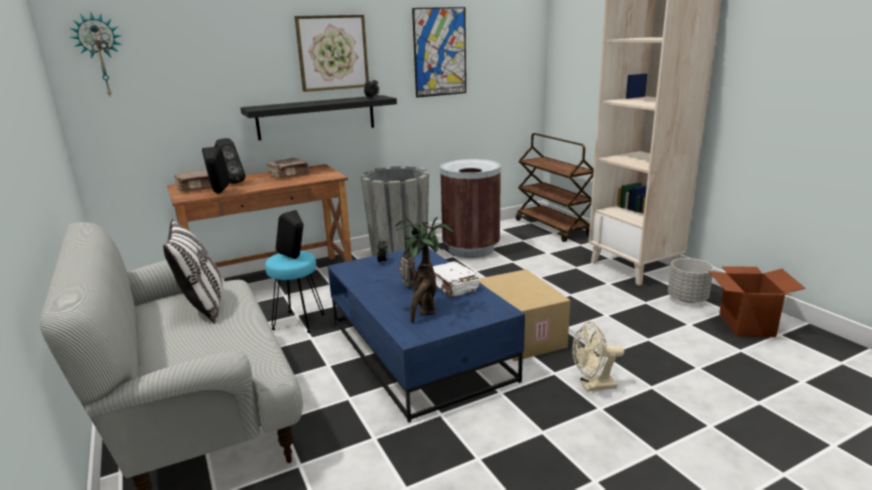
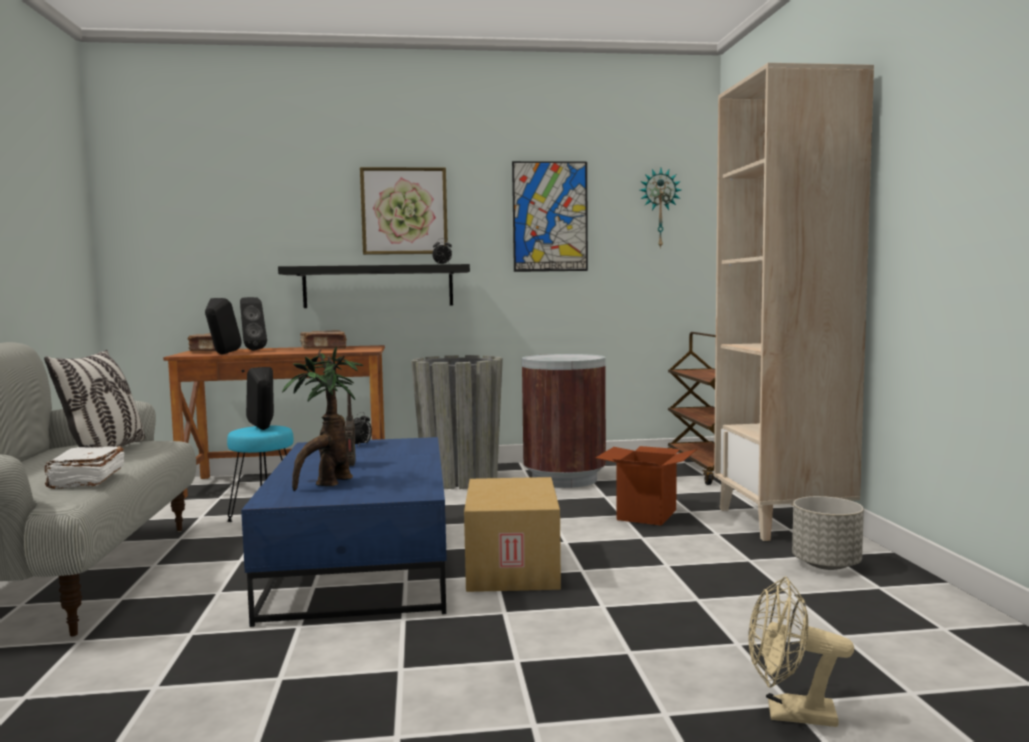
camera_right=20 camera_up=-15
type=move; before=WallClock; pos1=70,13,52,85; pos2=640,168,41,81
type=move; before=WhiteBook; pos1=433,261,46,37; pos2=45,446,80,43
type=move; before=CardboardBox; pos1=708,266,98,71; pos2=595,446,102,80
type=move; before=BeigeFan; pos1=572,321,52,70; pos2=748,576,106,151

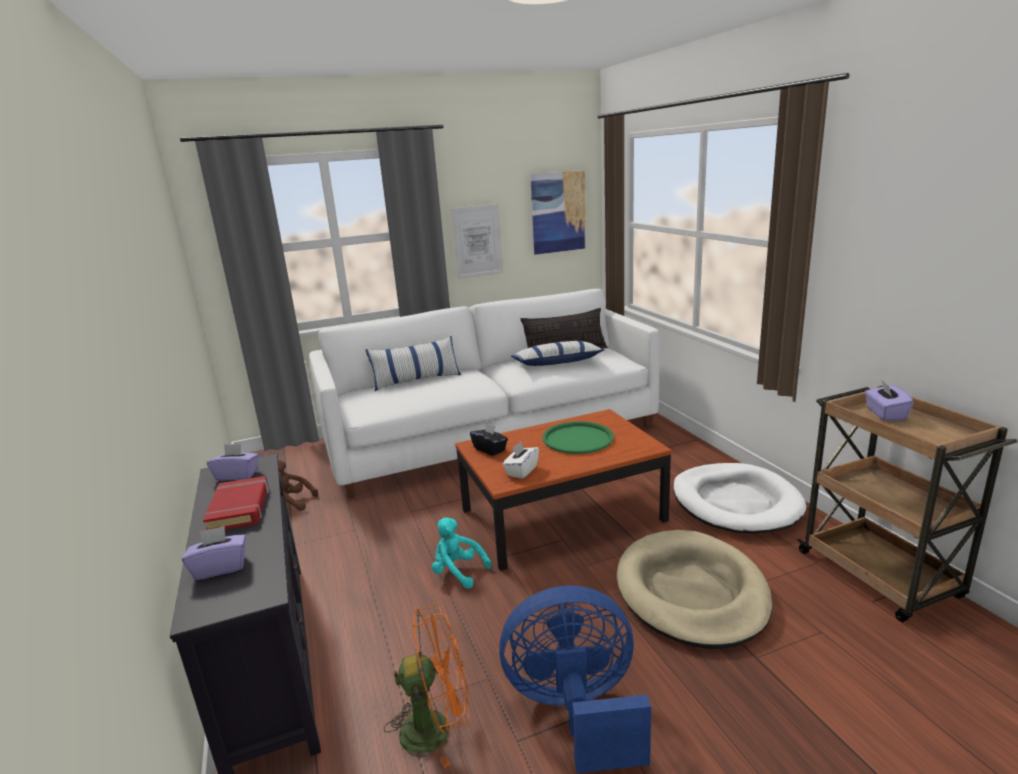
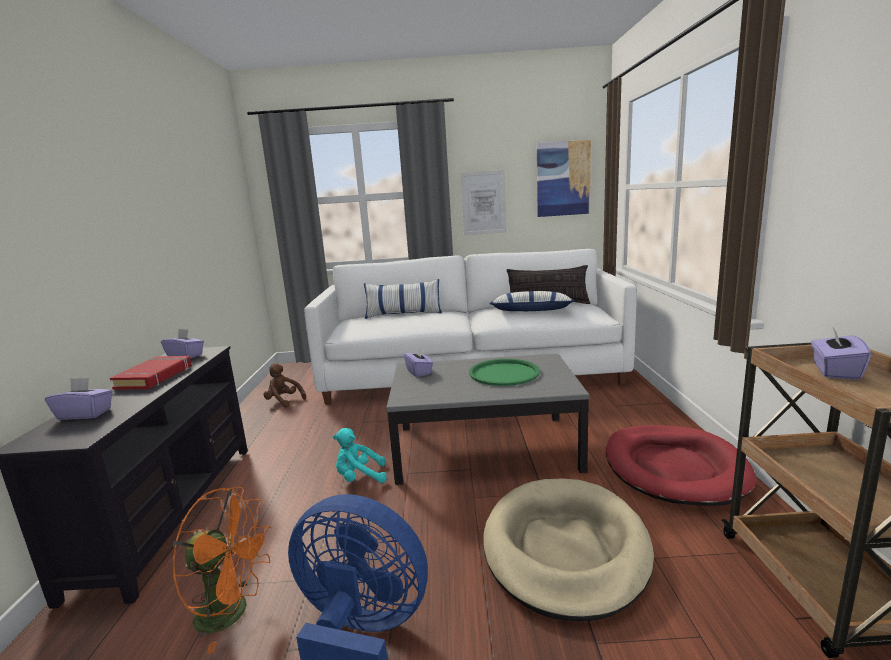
camera_right=20 camera_up=-5
type=recolor; before=BrownCoffeeTable; after=GreyCoffeeTable; pos1=455,409,217,162; pos2=386,353,203,132
type=recolor; before=BlackTissueBox; after=PurpleTissueBox; pos1=470,422,38,34; pos2=404,347,29,30
type=delete; before=WhiteTissueBox; pos1=503,442,36,37
type=recolor; before=WhiteDogBed; after=RedDogBed; pos1=673,463,134,71; pos2=606,425,151,81
type=rotate; before=TurquoisePlushToy; pos1=432,517,59,72; pos2=333,428,54,55; turn=-60

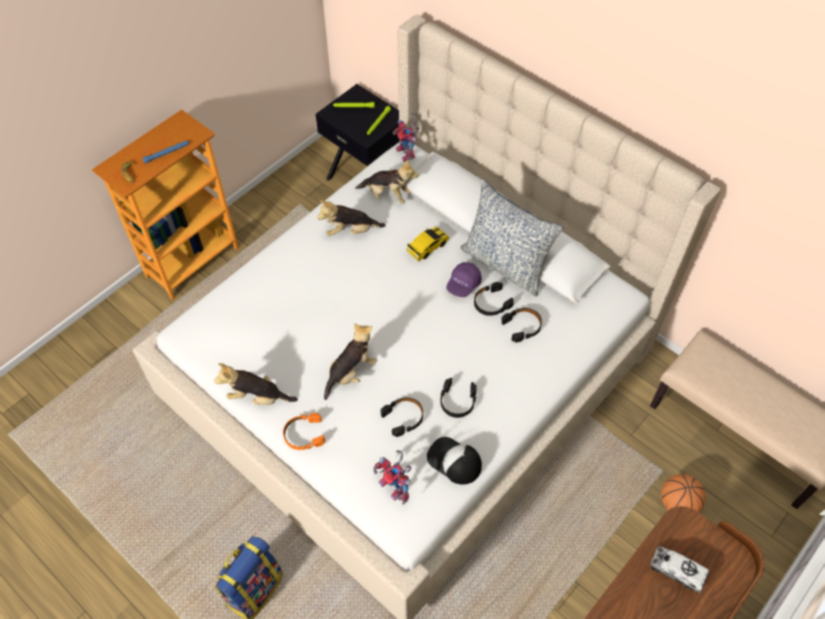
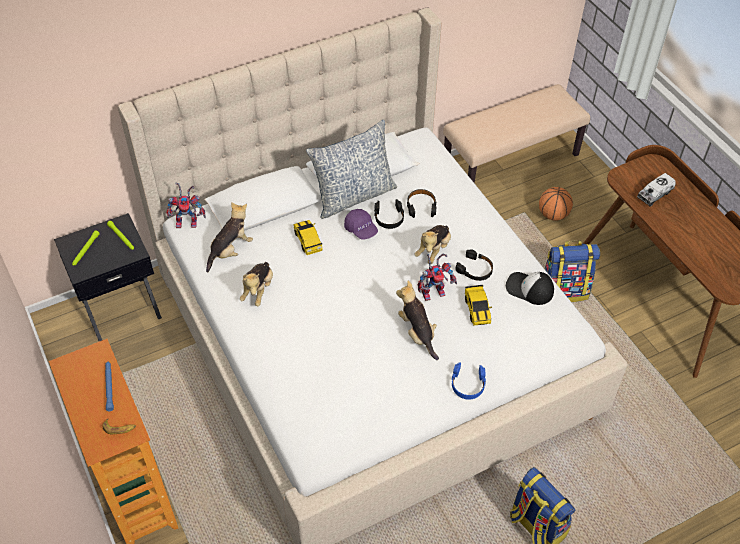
camera_right=-70 camera_up=-5
type=move; before=PlushToy; pos1=214,363,84,42; pos2=414,225,37,40
type=replace; before=BlackHeadphones; after=ToyCar; pos1=381,397,42,40; pos2=465,285,27,40
type=recolor; before=OrangeHeadphones; after=BlueHeadphones; pos1=283,413,42,37; pos2=451,362,35,38
type=rotate; before=Cap; pos1=427,437,55,48; pos2=506,272,48,33; turn=60
type=move; before=ToyRobot; pos1=374,450,38,55; pos2=418,253,39,48
type=insert; after=Backpack; pos2=544,241,56,61

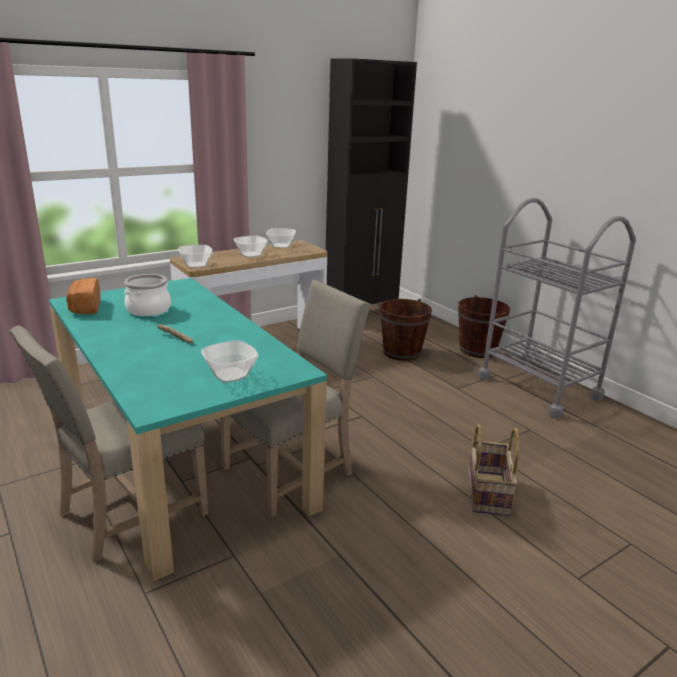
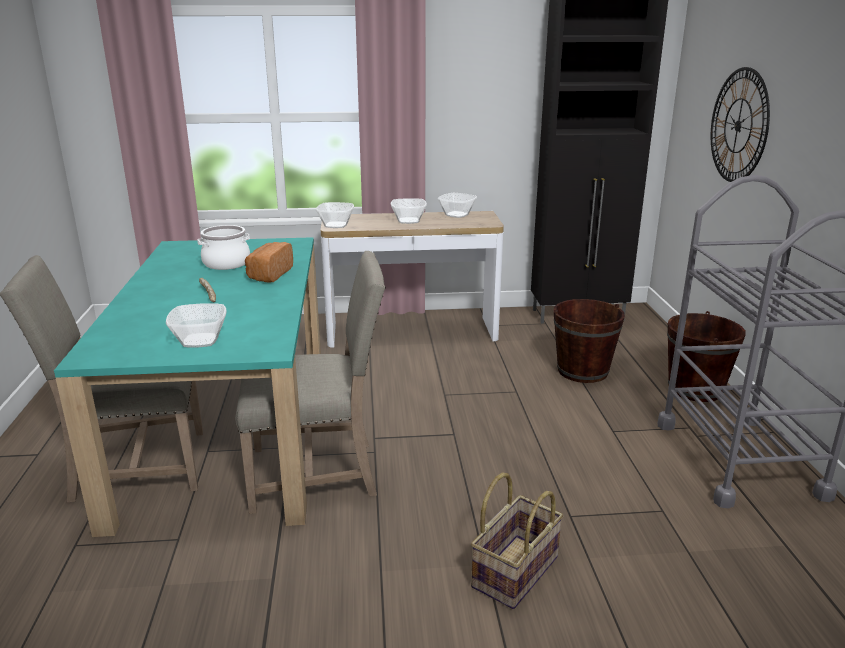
camera_right=30 camera_up=0
type=move; before=Bread; pos1=66,278,35,36; pos2=245,242,48,41
type=insert; after=WallClock; pos2=711,67,59,115

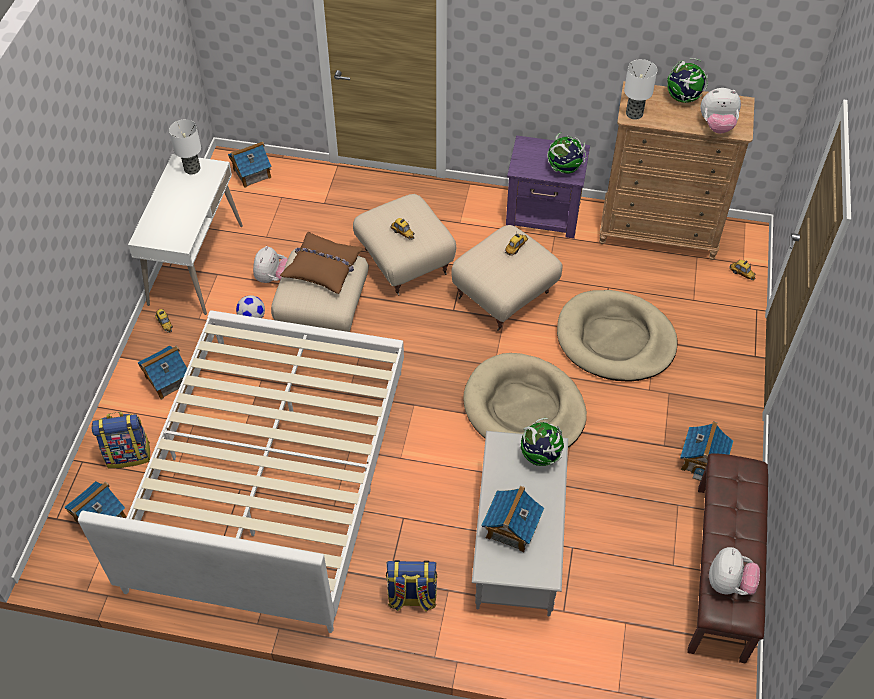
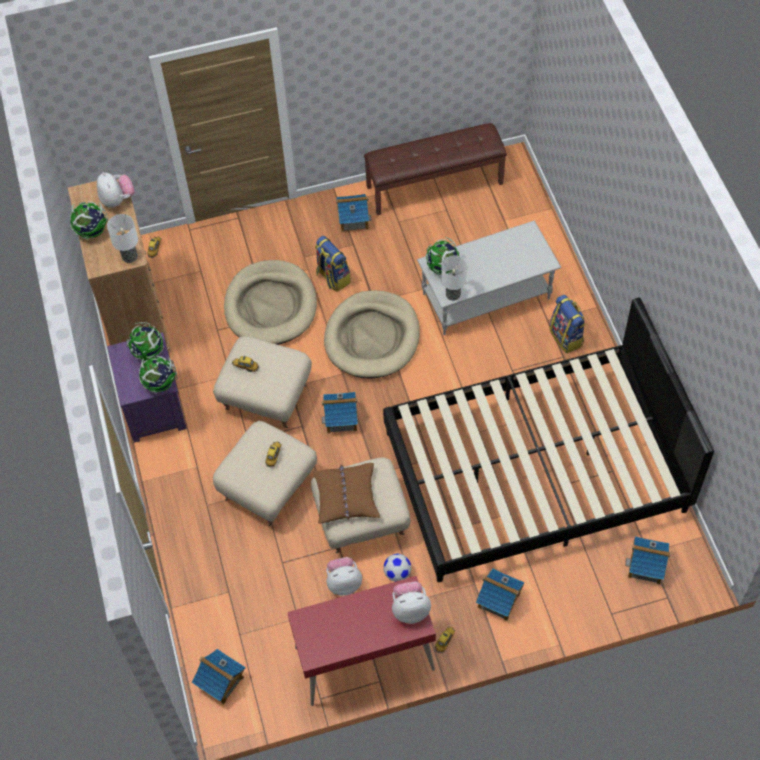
camera_right=-115 camera_up=5
type=move; before=TableLamp; pos1=169,119,32,56; pos2=441,256,26,45
type=recolor; before=WhiteDesk; after=RedDesk; pos1=128,154,115,161; pos2=287,576,149,130
type=recolor; before=WhiteBed; after=BlackBed; pos1=78,310,326,323; pos2=383,297,331,285
type=move; before=Backpack; pos1=92,412,58,56; pos2=315,236,36,56
type=move; before=ToyHouse; pos1=481,486,63,66; pos2=322,392,36,41
type=move; before=PlushToy; pos1=709,547,51,48; pos2=392,582,39,42
type=insert; after=Globe; pos2=139,356,38,37

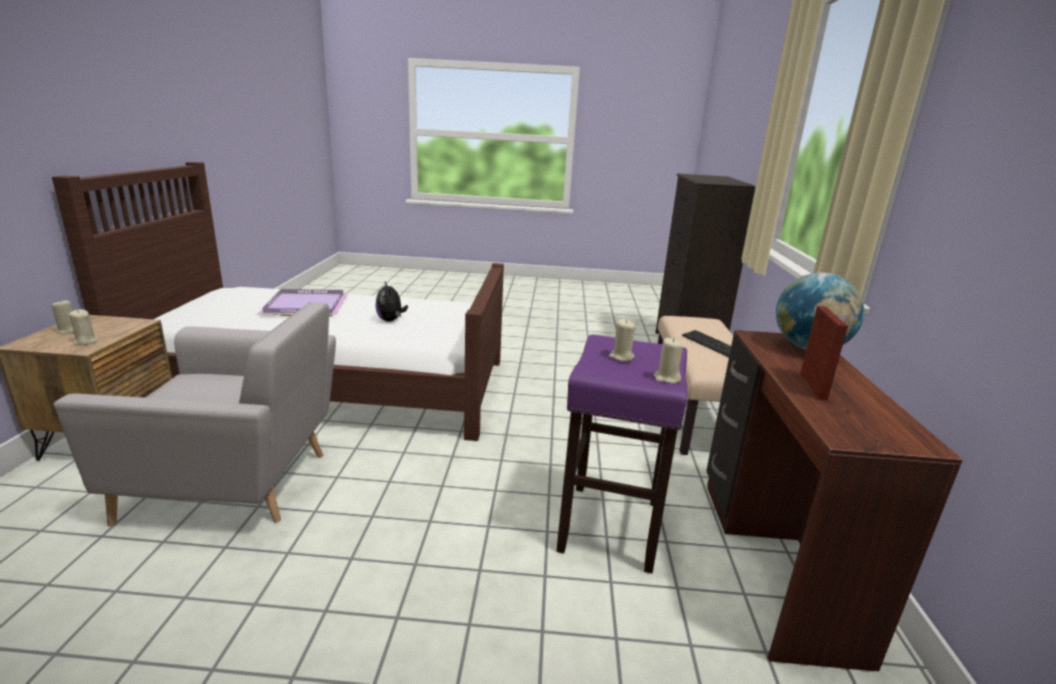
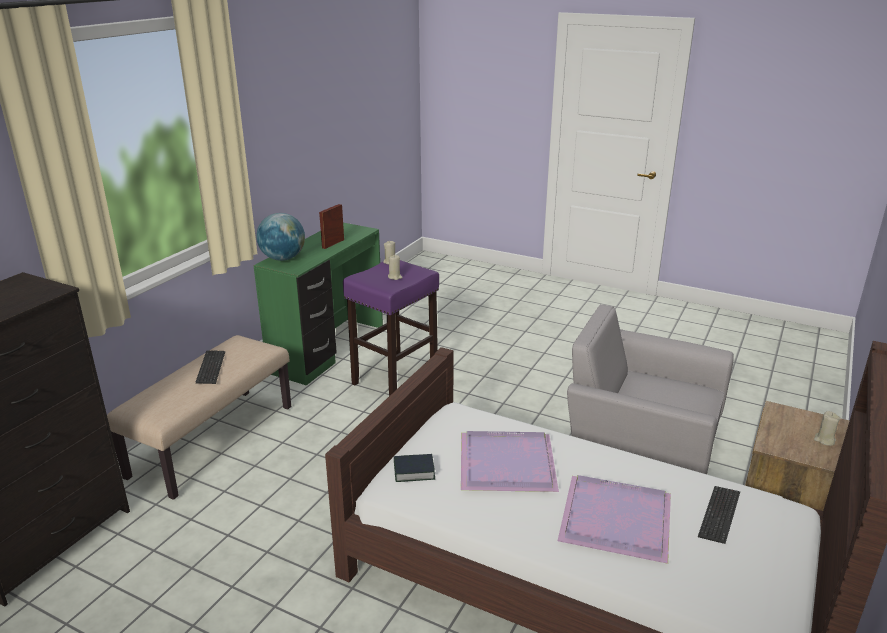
camera_right=-155 camera_up=5
type=replace; before=PlushToy; after=PurpleTray; pos1=375,282,33,40; pos2=461,431,98,61
type=delete; before=BeigeCandle; pos1=69,309,28,36
type=recolor; before=BrownDesk; after=GreenDesk; pos1=706,330,257,341; pos2=254,223,129,163
type=insert; after=Book; pos2=394,454,41,28
type=insert; after=Keyboard; pos2=698,486,42,58

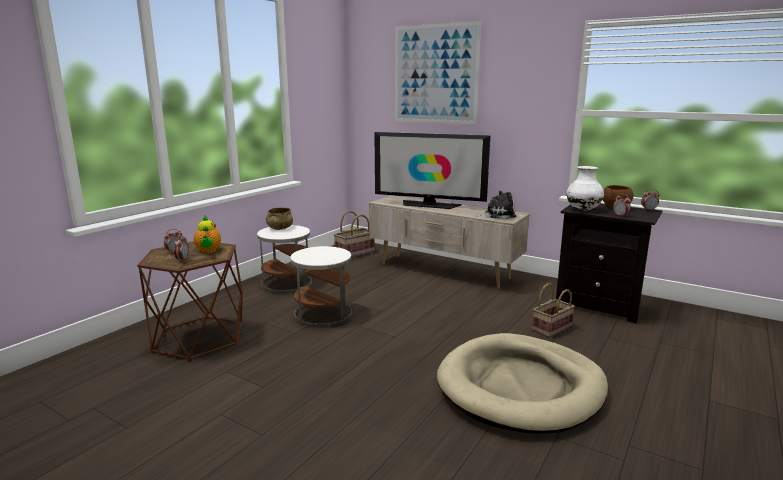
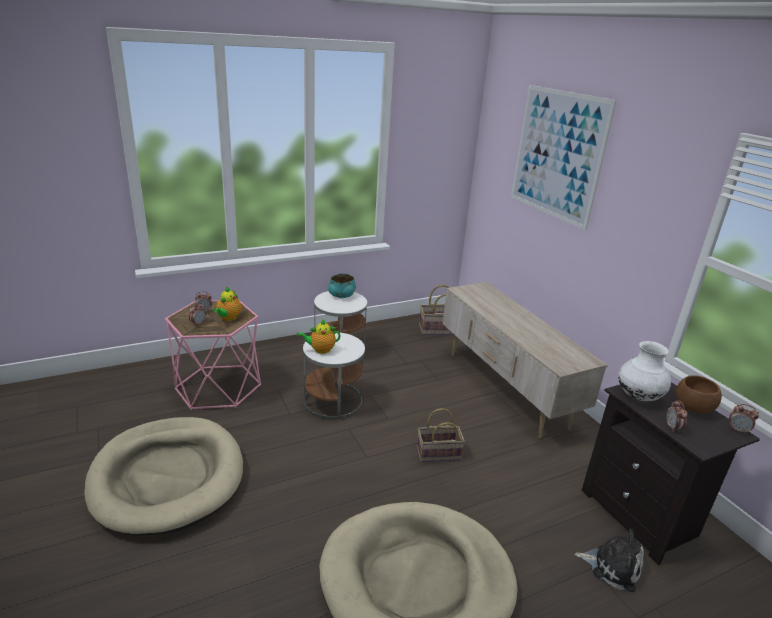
camera_right=30 camera_up=10
type=delete; before=Television; pos1=374,132,116,77
type=move; before=PlushToy; pos1=476,191,40,28; pos2=575,529,69,63
type=recolor; before=BeigeBowl; after=TurquoiseBowl; pos1=266,208,27,22; pos2=328,273,28,25
type=recolor; before=BrownSideTable; after=PinkSideTable; pos1=137,241,106,120; pos2=165,300,96,110
type=move; before=Basket; pos1=532,283,43,55; pos2=417,408,48,54
type=insert; after=Teapot; pos2=297,319,43,35
type=insert; after=BeigeDogBed; pos2=84,417,159,119

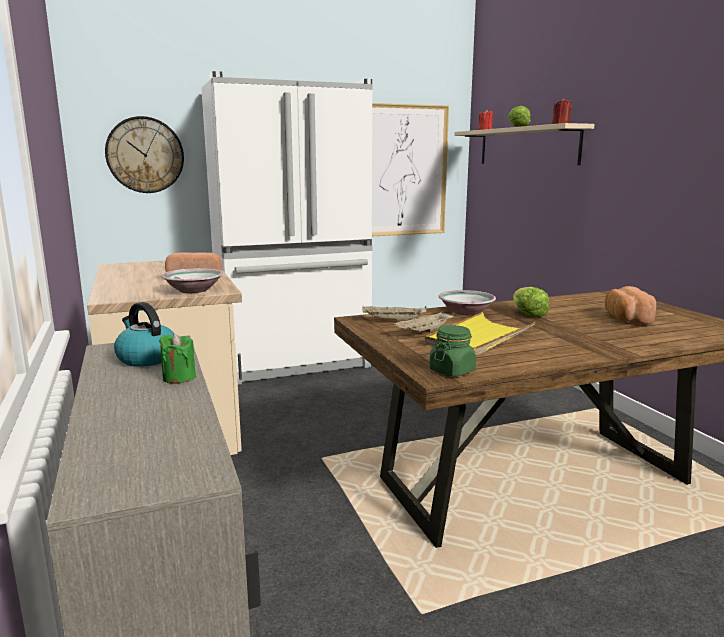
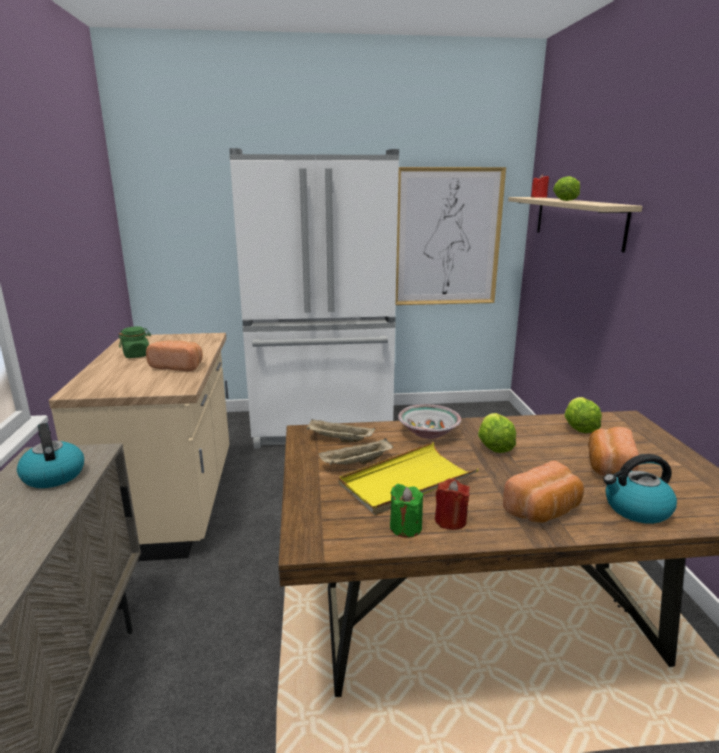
camera_right=15 camera_up=5
type=move; before=RedCandle; pos1=552,99,20,25; pos2=435,478,35,52
type=delete; before=WallClock; pos1=105,116,79,77
type=delete; before=Bowl; pos1=161,268,62,25
type=move; before=GreenJar; pos1=429,325,47,51; pos2=118,326,33,32
type=move; before=GreenCandle; pos1=159,333,37,51; pos2=390,484,33,54
type=insert; after=Lettuce; pos2=565,397,37,36
type=insert; after=Kettle; pos2=603,454,74,70
type=insert; after=Bread; pos2=503,461,81,62

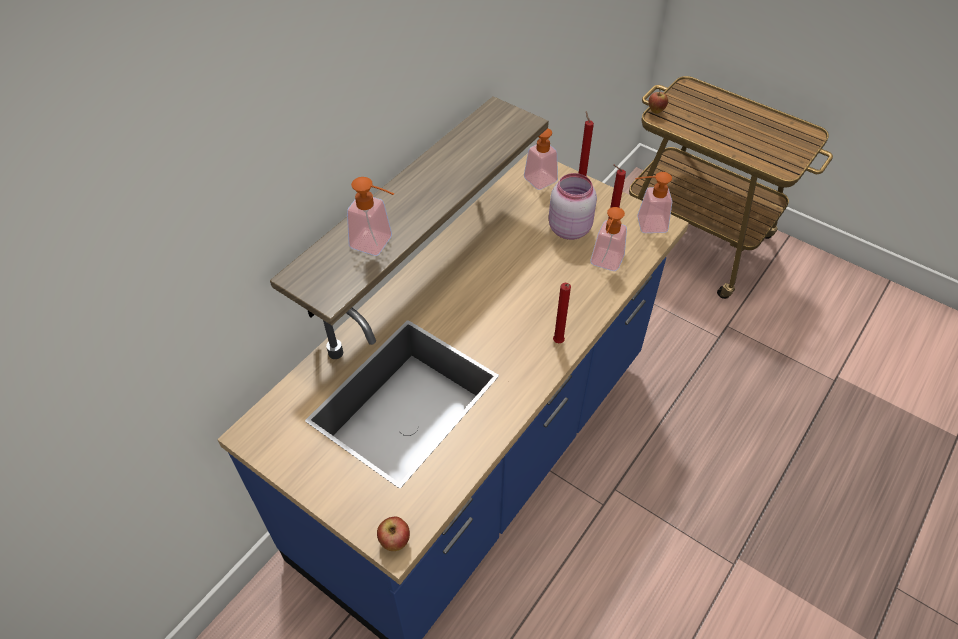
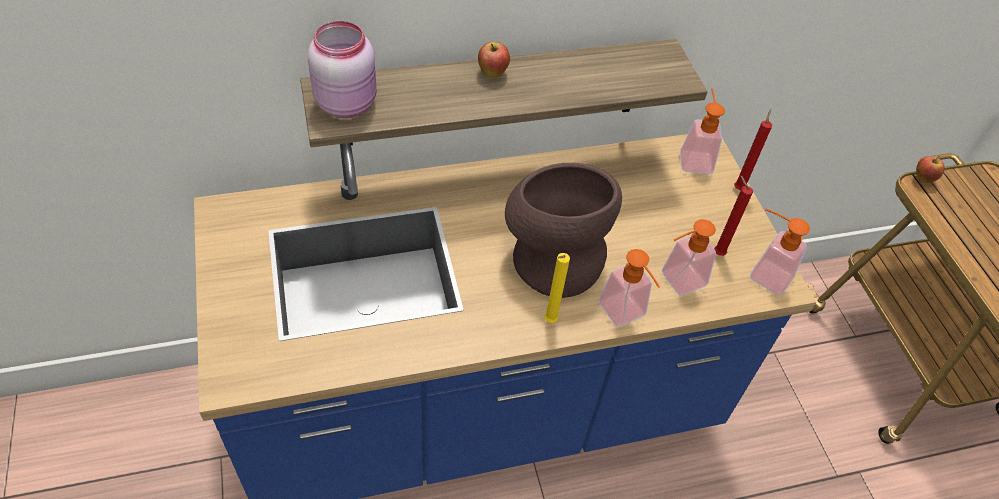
camera_right=35 camera_up=0
type=move; before=PinkJar; pos1=549,173,48,67; pos2=308,21,69,97
type=move; before=SoapDispenser; pos1=347,177,47,79; pos2=599,249,61,78
type=recolor; before=RedCandle; after=YellowCandle; pos1=553,283,18,60; pos2=544,253,26,70
type=move; before=Apple; pos1=377,517,33,34; pos2=478,42,32,36
type=insert; after=BrownVase; pos2=505,163,117,135

